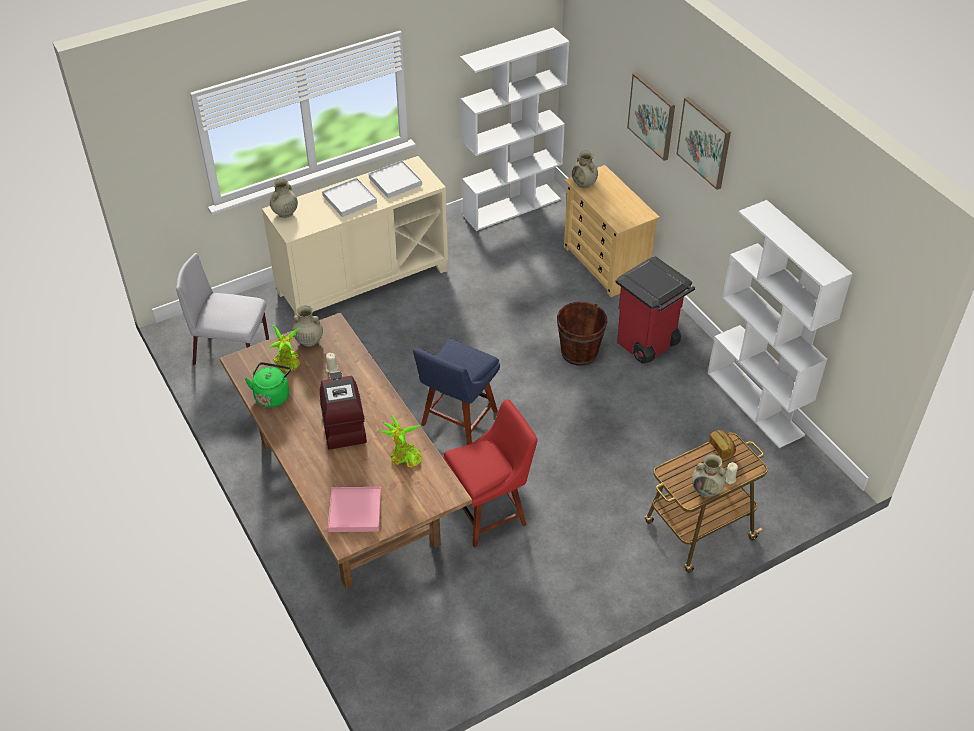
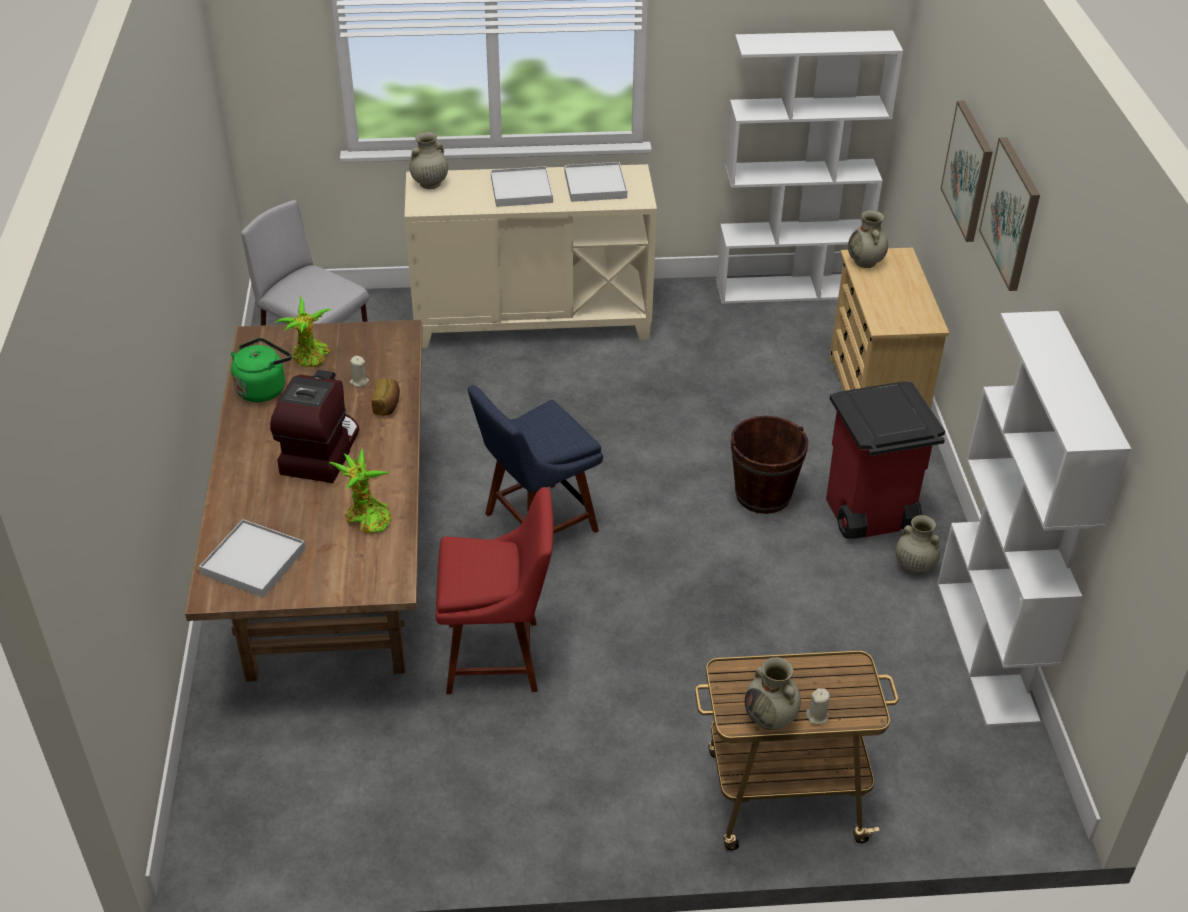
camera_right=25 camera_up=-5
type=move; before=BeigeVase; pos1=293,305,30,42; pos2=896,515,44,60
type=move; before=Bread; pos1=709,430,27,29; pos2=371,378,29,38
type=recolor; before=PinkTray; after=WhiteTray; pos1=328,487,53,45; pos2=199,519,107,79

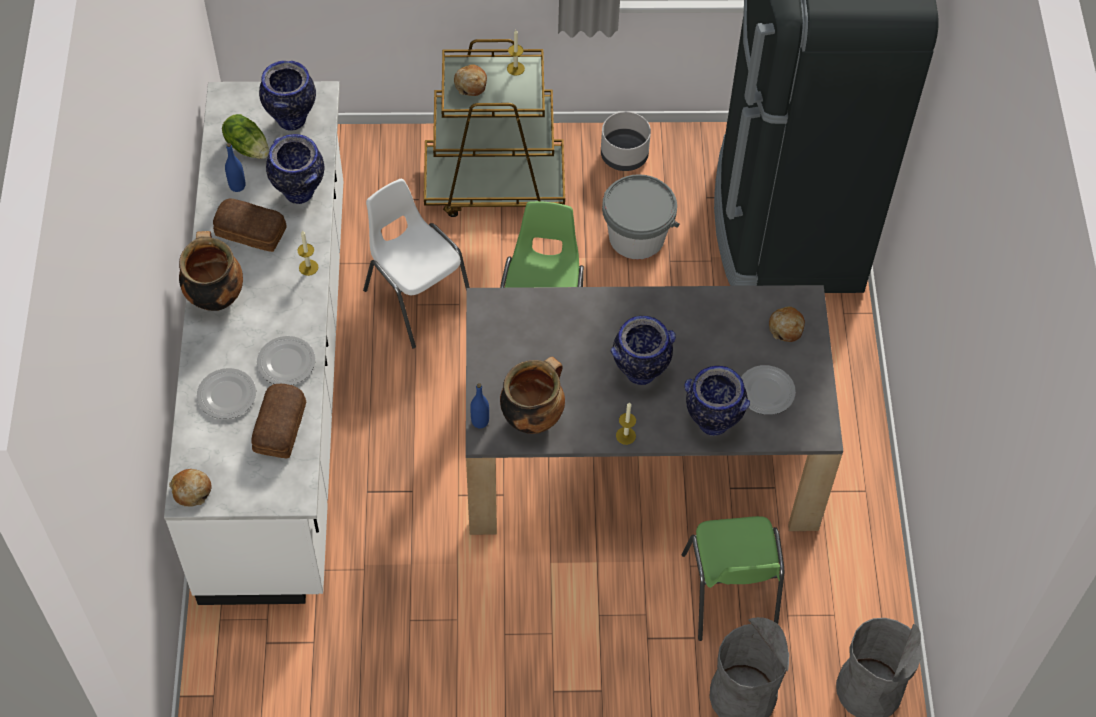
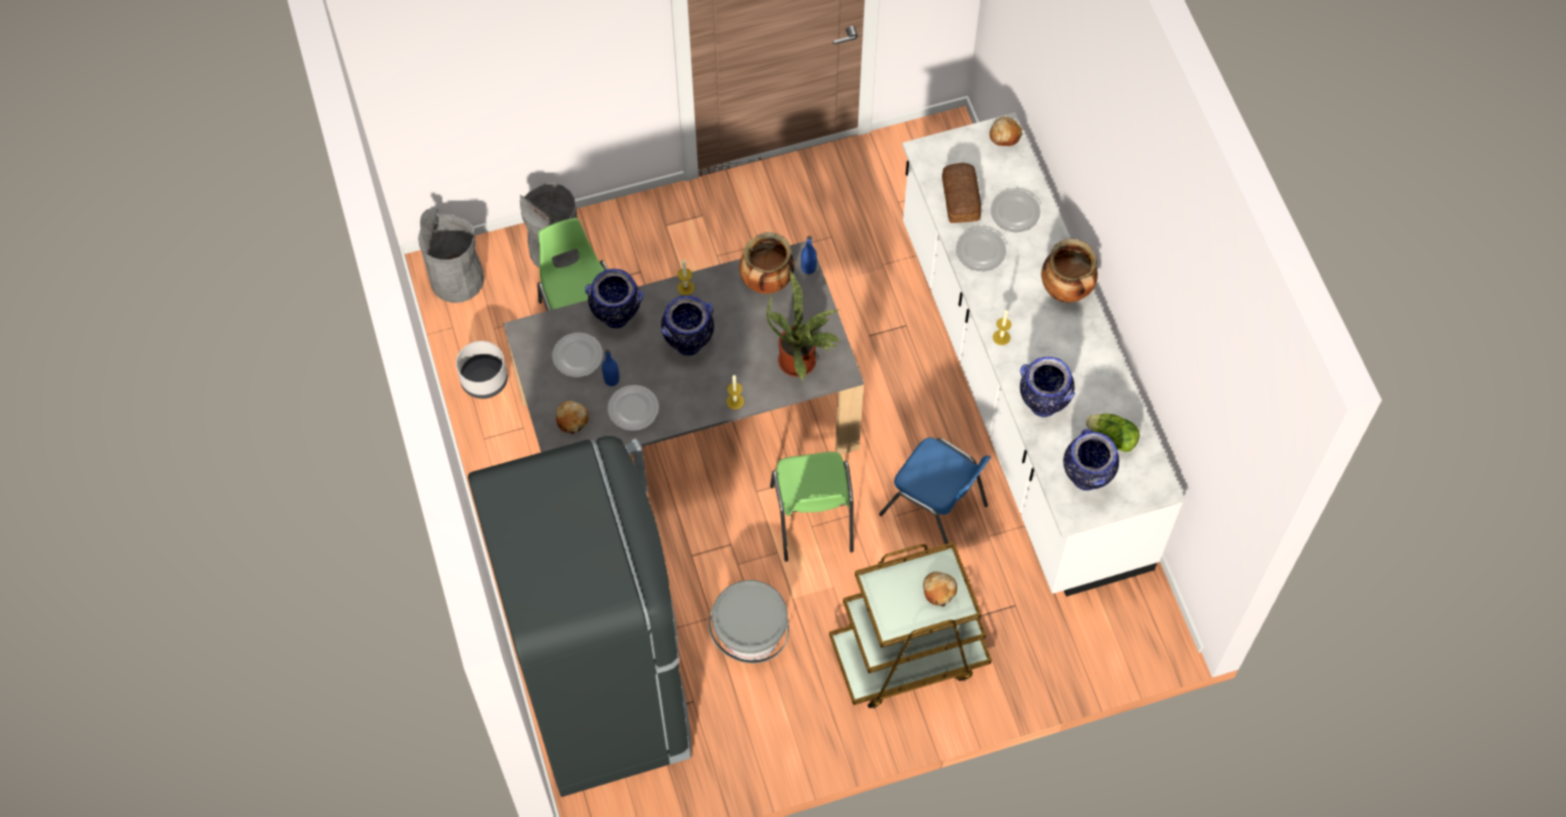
camera_right=165 camera_up=5
type=move; before=Candle; pos1=507,30,18,46; pos2=727,375,17,35
type=move; before=GreyPlanter; pos1=601,112,50,59; pos2=456,341,52,58
type=move; before=BlueBottle; pos1=225,143,20,49; pos2=602,349,17,37
type=recolor; before=WhiteChair; after=BlueChair; pos1=363,179,107,170; pos2=879,437,112,110
type=delete; before=Bread; pos1=213,198,74,54
type=insert; after=PottedPlant; pos2=767,271,74,111
type=insert; after=Plate; pos2=608,385,51,46

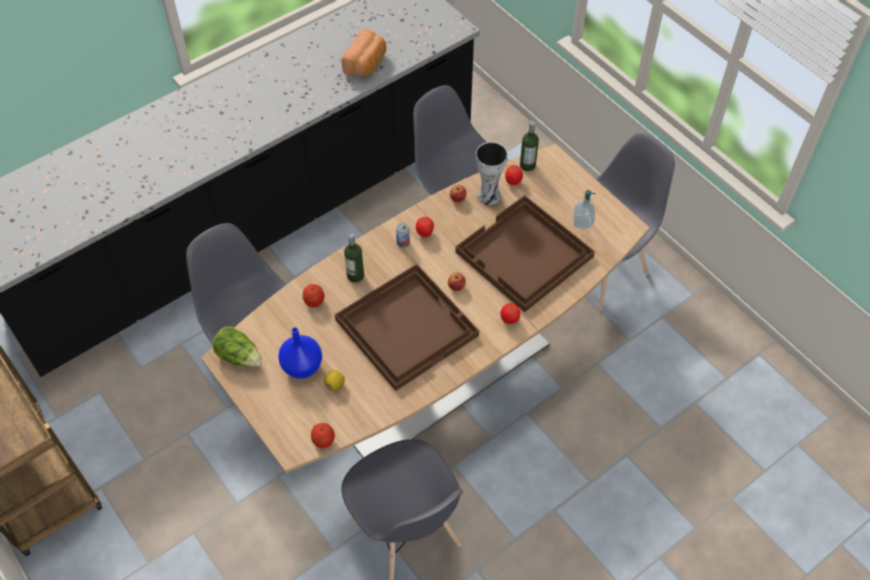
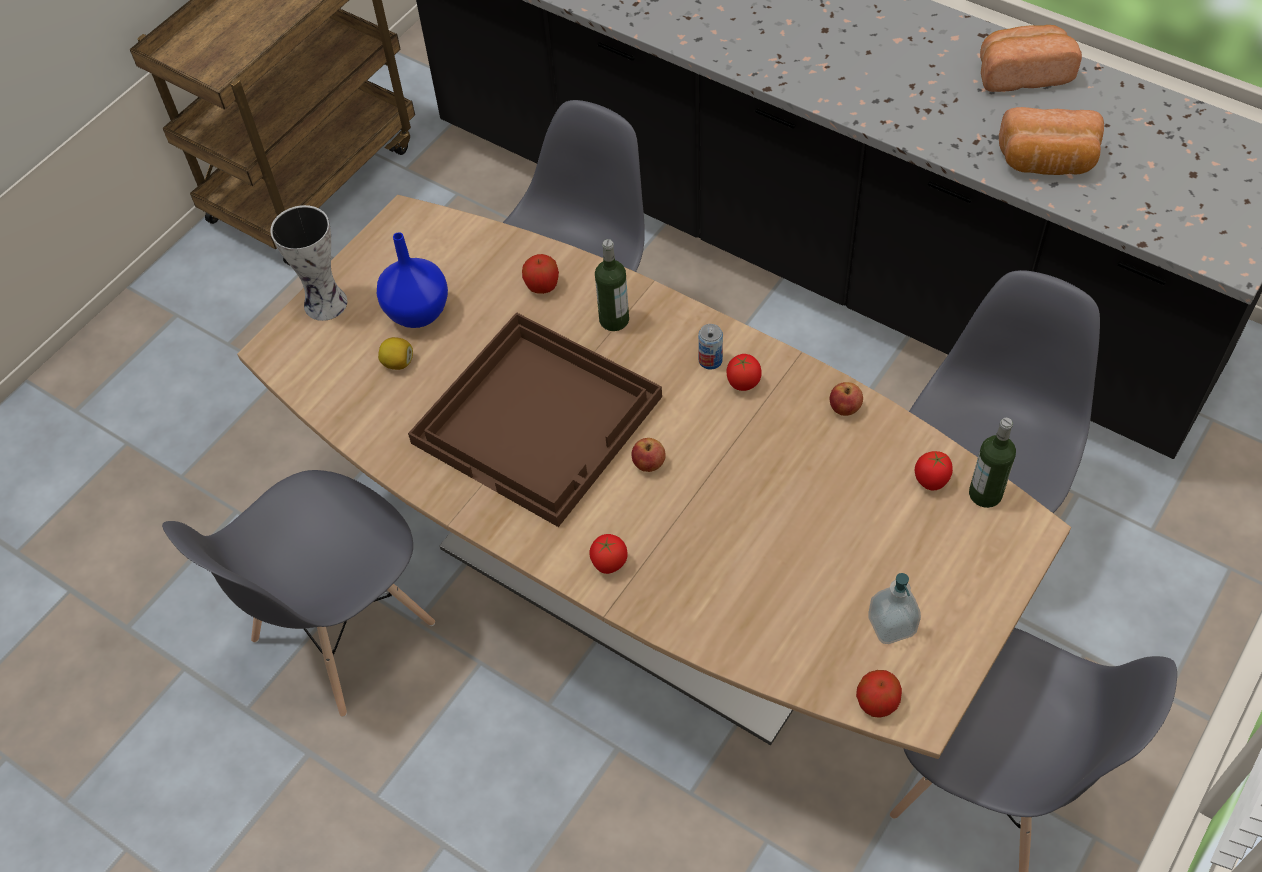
camera_right=75 camera_up=0
type=move; before=Vase; pos1=476,142,32,63; pos2=270,205,77,116
type=delete; before=BrownTray; pos1=455,195,140,117
type=delete; before=Lettuce; pos1=212,326,50,41
type=move; before=Apple; pos1=311,423,24,26; pos2=856,670,46,48
type=insert; after=Bread; pos2=980,25,102,67

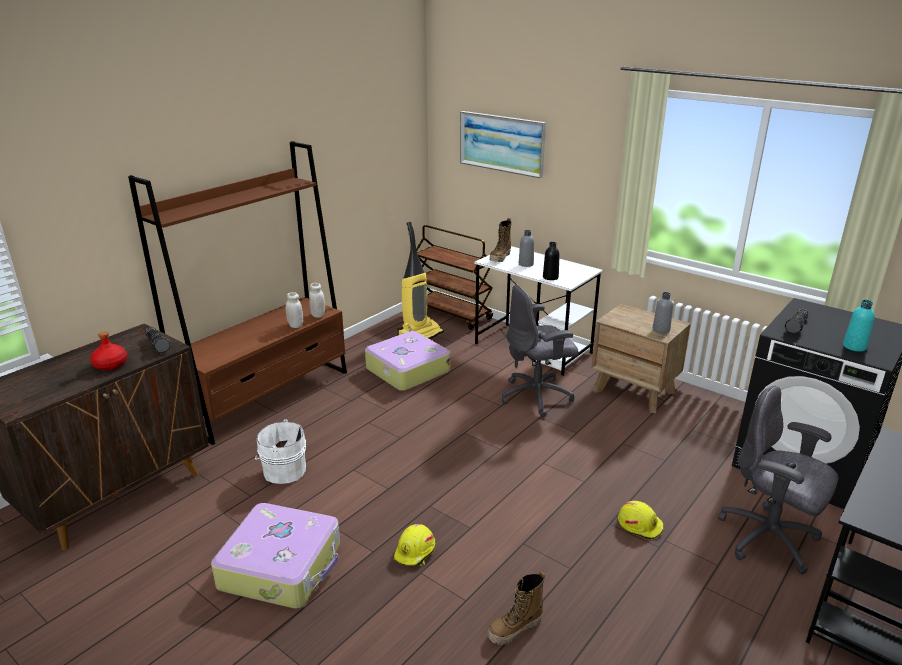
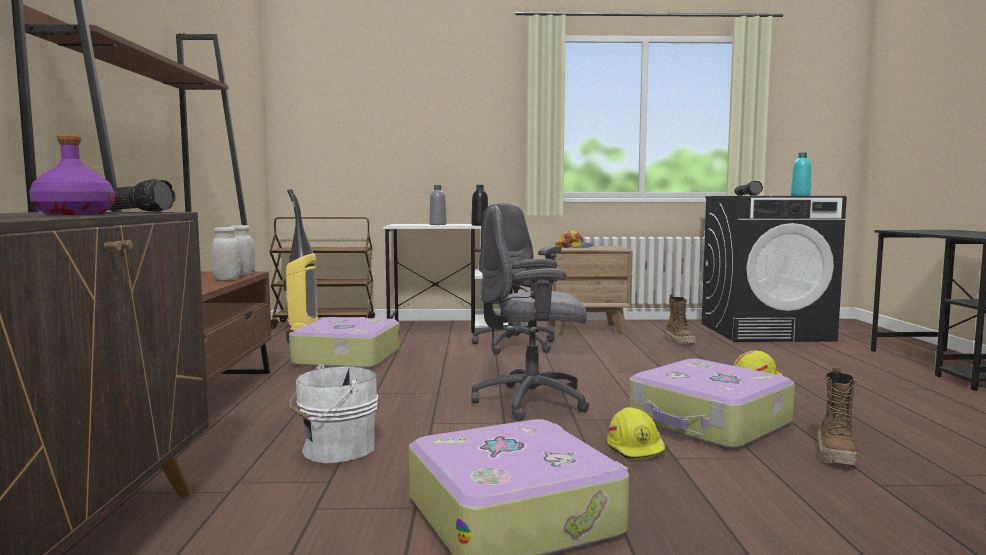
camera_right=-40 camera_up=-20
type=delete; before=Picture; pos1=460,111,86,67
type=move; before=Boot; pos1=490,218,21,44; pos2=665,294,31,50
type=delete; before=GreyBottle; pos1=653,292,20,41
type=recolor; before=RedBottle; after=PurpleBottle; pos1=90,331,37,40; pos2=29,134,86,81
type=move; before=GreyOfficeChair; pos1=718,386,120,188; pos2=471,205,118,216
type=insert; after=Cap; pos2=555,231,39,17
type=insert; after=Suitcase; pos2=629,359,166,90

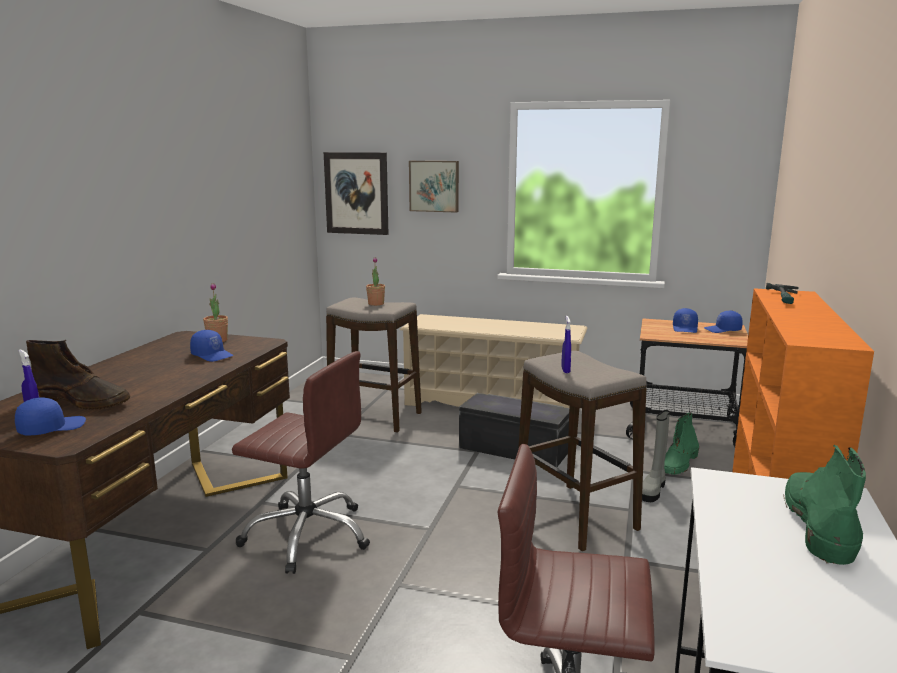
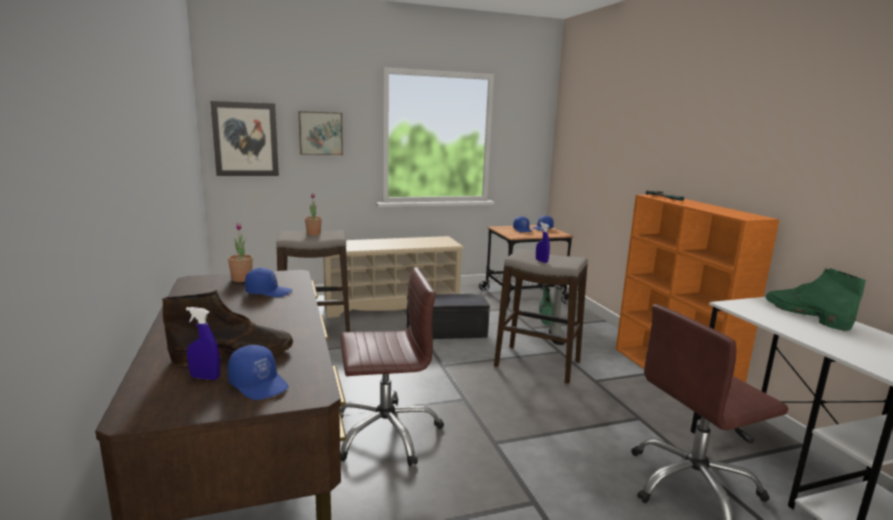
camera_right=-35 camera_up=0
type=rotate; before=BlueCap; pos1=15,397,71,39; pos2=227,345,61,55; turn=120

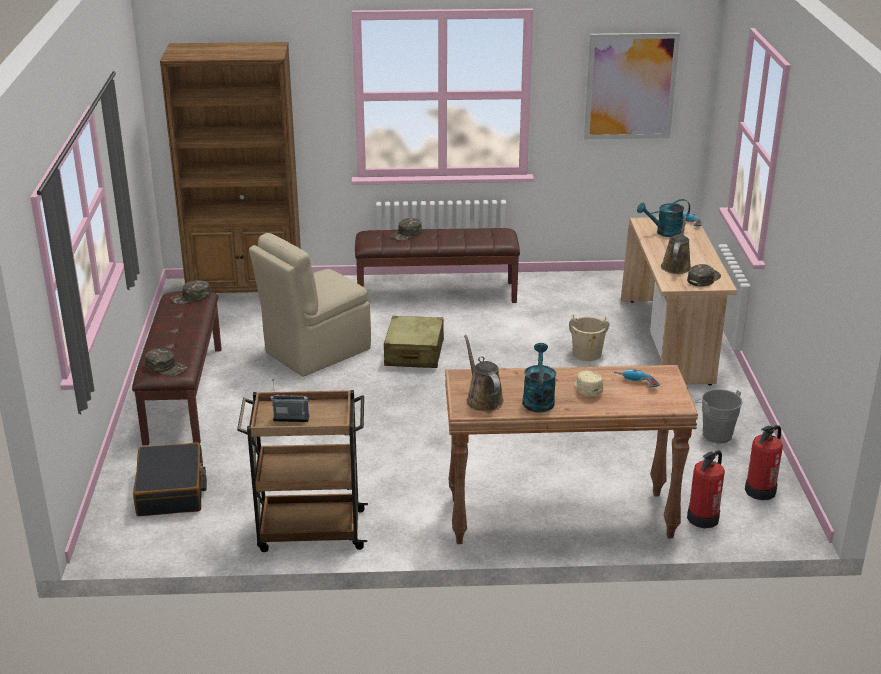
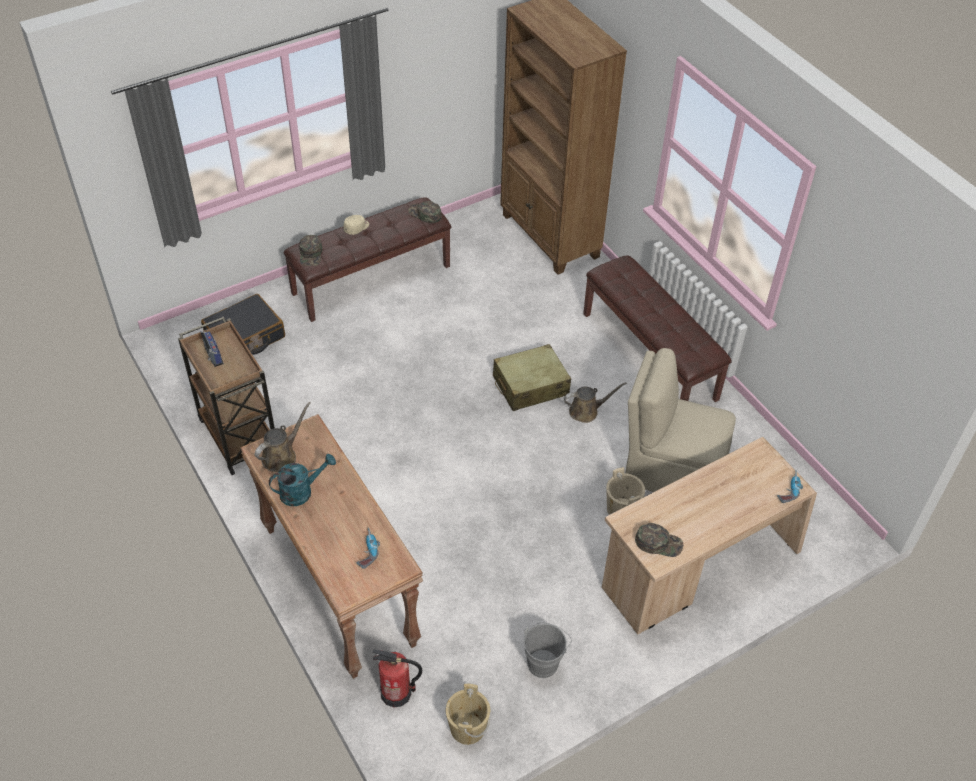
camera_right=60 camera_up=20
type=delete; before=Picture; pos1=584,33,96,106
type=delete; before=TurquoiseWateringCan; pos1=637,199,53,38
type=move; before=BrownWateringCan; pos1=661,216,30,58; pos2=564,382,63,41
type=delete; before=GreenCap; pos1=390,218,32,22
type=move; before=BeigeChair; pos1=249,233,122,144; pos2=626,348,110,144
type=move; before=BeigeCap; pos1=575,371,28,25; pos2=343,215,26,20
type=replace; before=FireExtinguisher; after=BeigeBucket; pos1=745,425,38,75; pos2=446,684,44,61

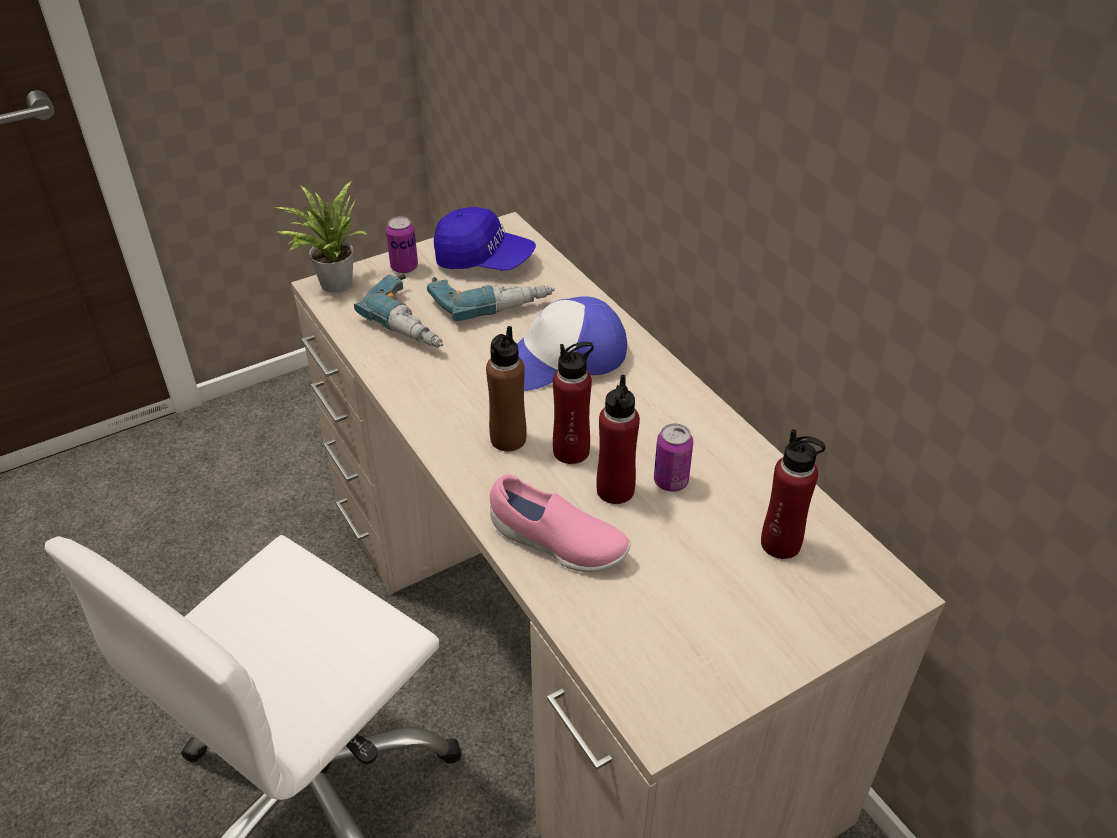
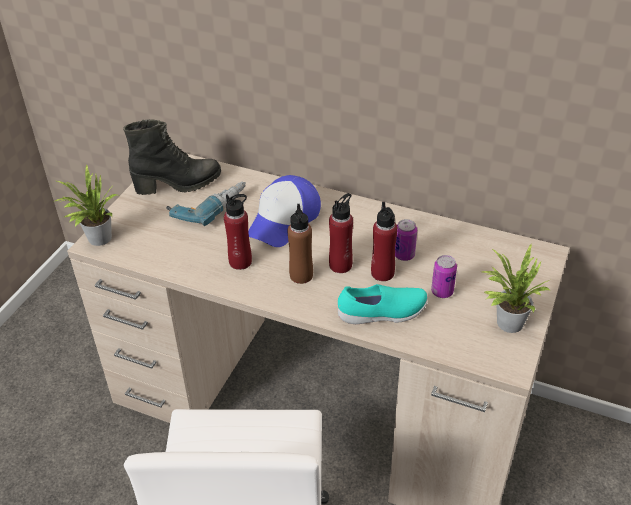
camera_right=-35 camera_up=0
type=replace; before=BlueCap; after=BlackBoot; pos1=434,207,102,63; pos2=123,119,98,76
type=move; before=Can; pos1=386,216,32,57; pos2=431,255,26,43
type=delete; before=PowerDrill; pos1=354,274,89,74
type=move; before=RedBottle; pos1=761,429,65,130; pos2=224,194,28,76
type=recolor; before=PinkShoe; after=TurquoiseShoe; pos1=490,474,141,99; pos2=338,284,90,40
type=insert; after=PottedPlant; pos2=482,244,69,89

